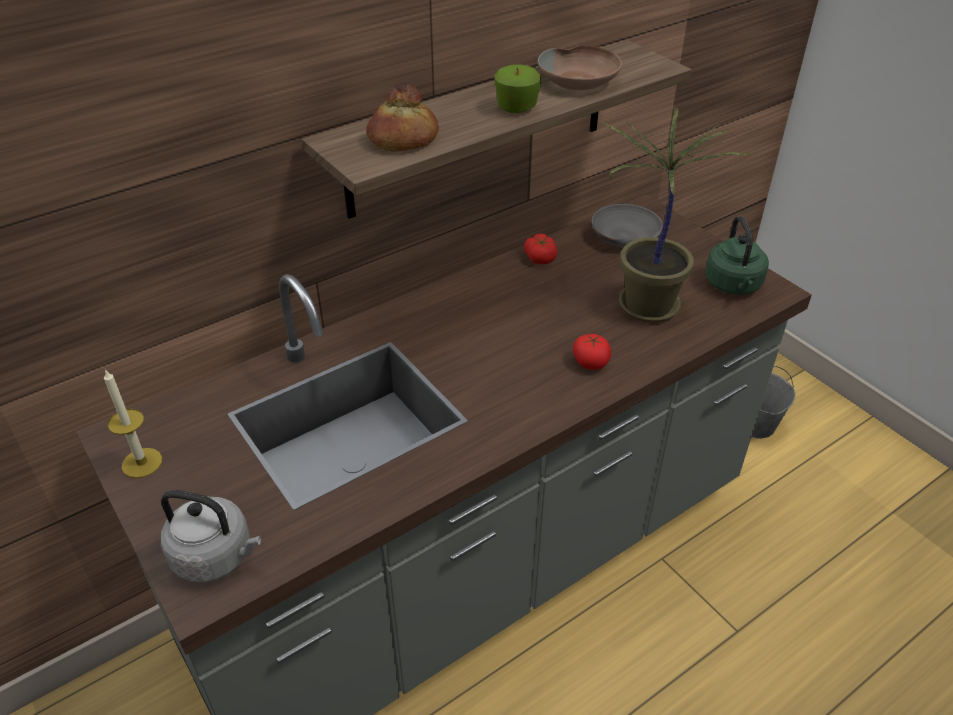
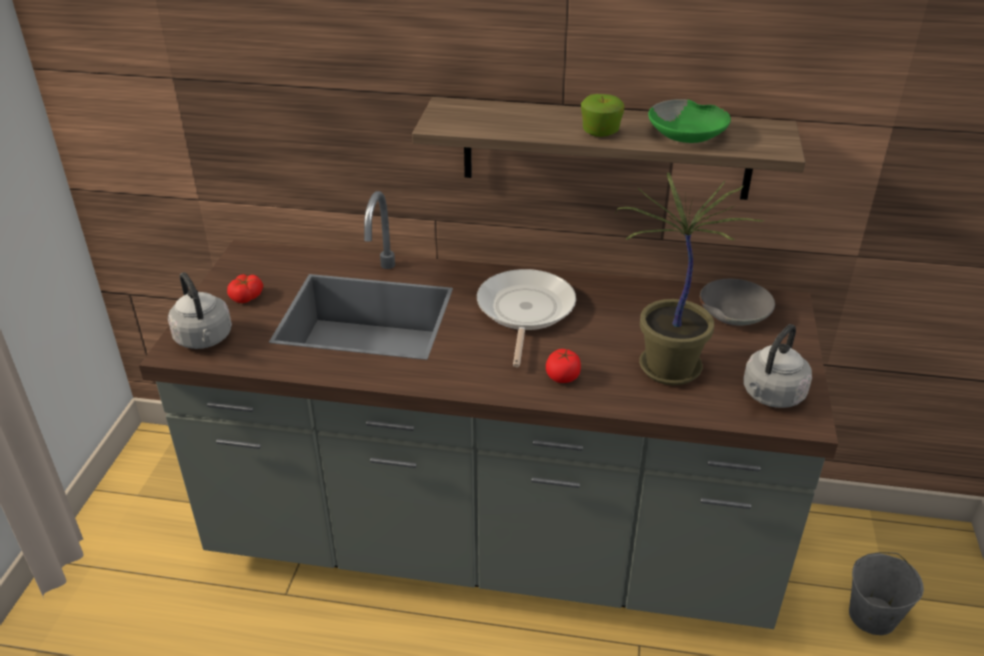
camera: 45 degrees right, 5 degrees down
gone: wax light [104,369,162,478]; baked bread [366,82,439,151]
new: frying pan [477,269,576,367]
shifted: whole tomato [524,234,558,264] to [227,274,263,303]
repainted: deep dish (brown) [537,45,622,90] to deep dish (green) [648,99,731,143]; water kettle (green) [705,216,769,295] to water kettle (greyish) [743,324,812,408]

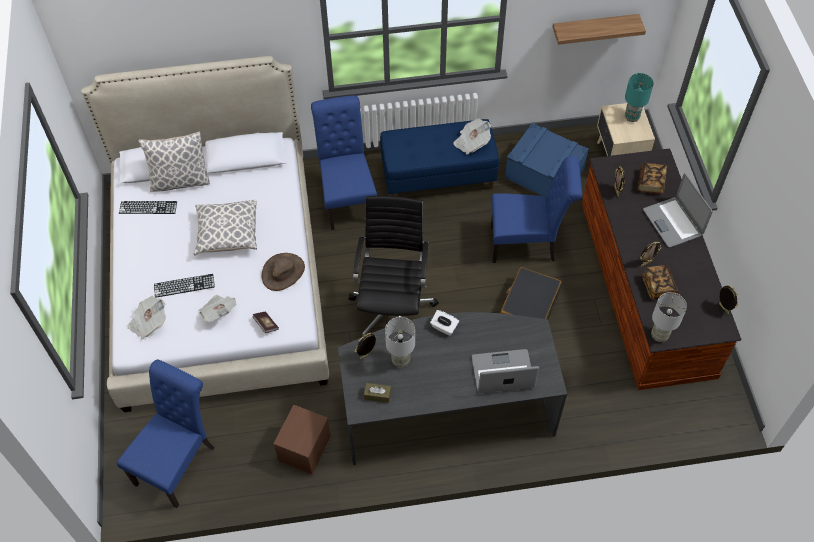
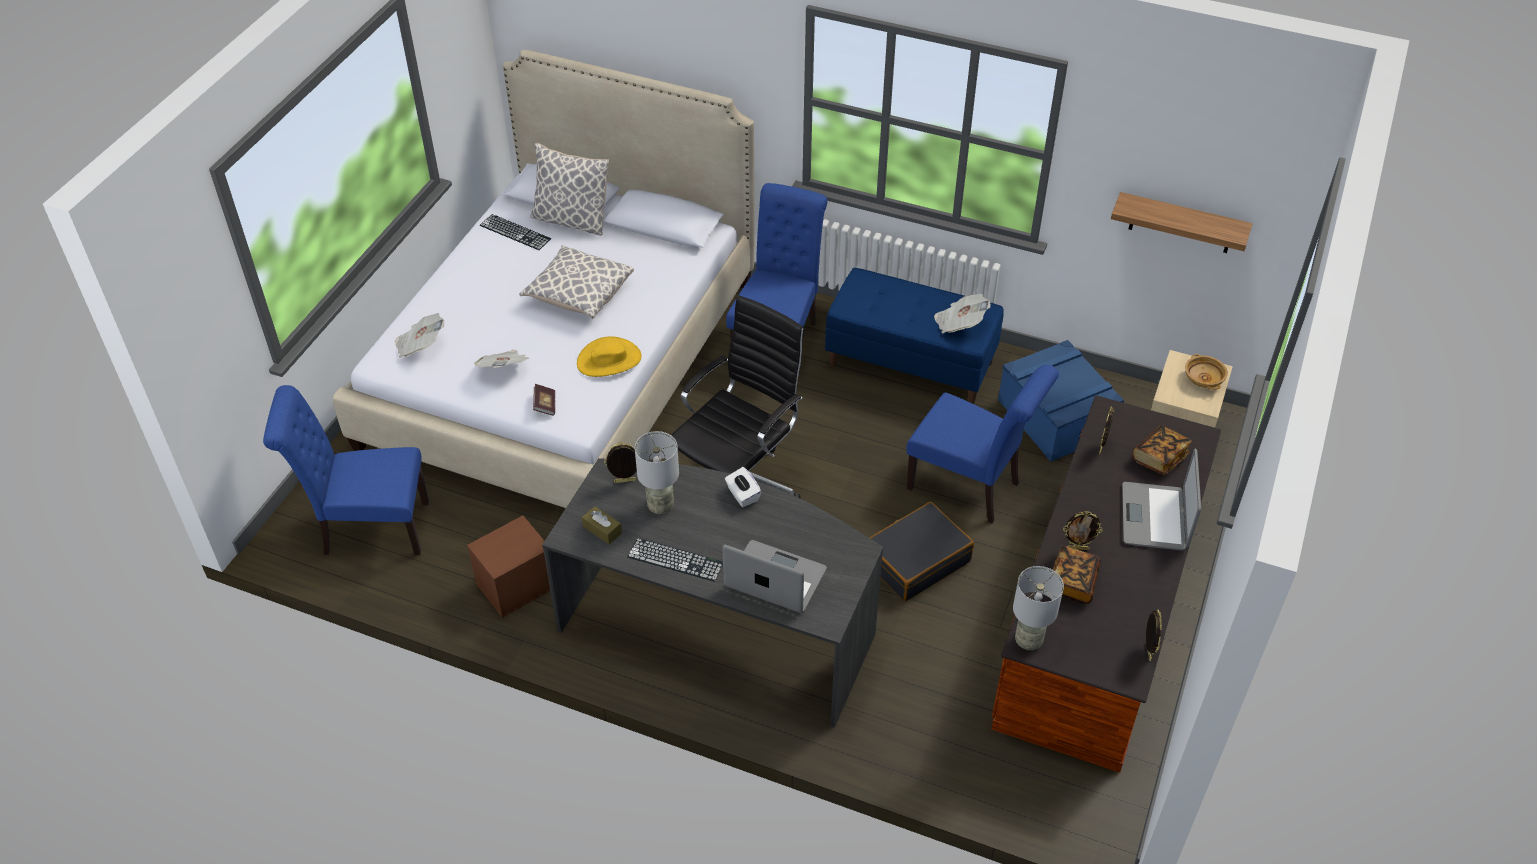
camera: 30 degrees right, 10 degrees down
shifted: PC keyboard [154,274,215,298] to [627,538,723,582]
swapped: table lamp (blue-green) [625,73,654,122] to deep dish (beige) [1185,354,1228,390]
repainted: wearable hat (brown) [261,253,305,291] to wearable hat (yellowish) [577,336,642,377]
rotated: upright chair (blue) [117,360,214,508] = [263,385,429,555] 150 degrees counterclockwise

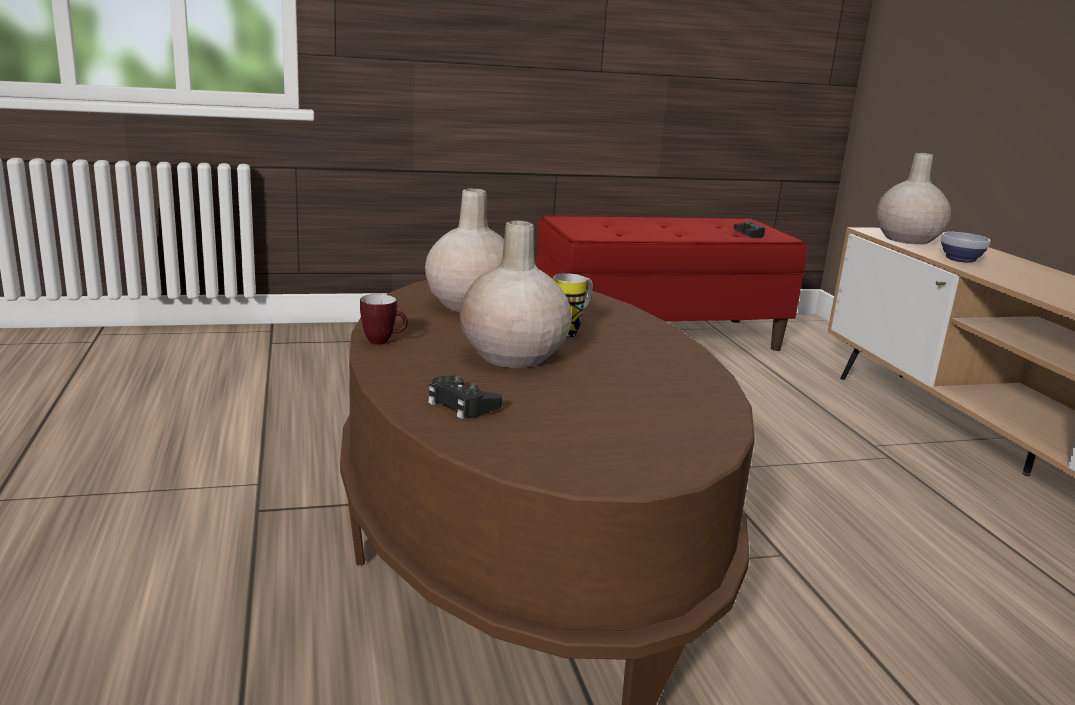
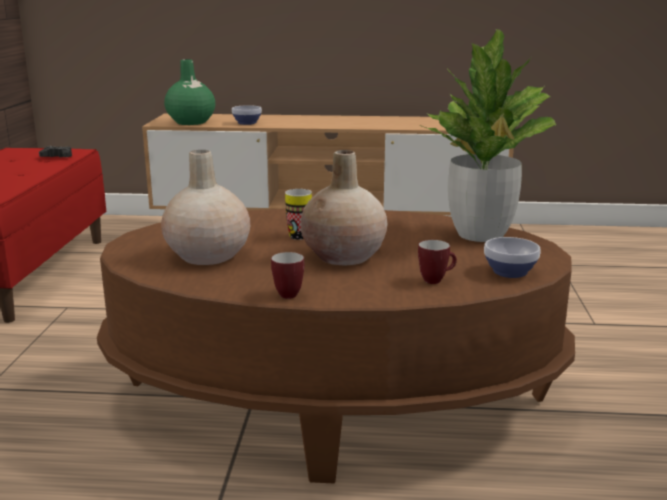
camera: 70 degrees left, 0 degrees up
new: potted plant [420,29,557,242]; deep dish [484,237,541,278]
swapped: gamepad (blackish) [428,376,502,419] to mug [418,240,457,284]
repainted: decorative vase (beige) [876,153,951,244] to decorative vase (green) [164,59,215,125]

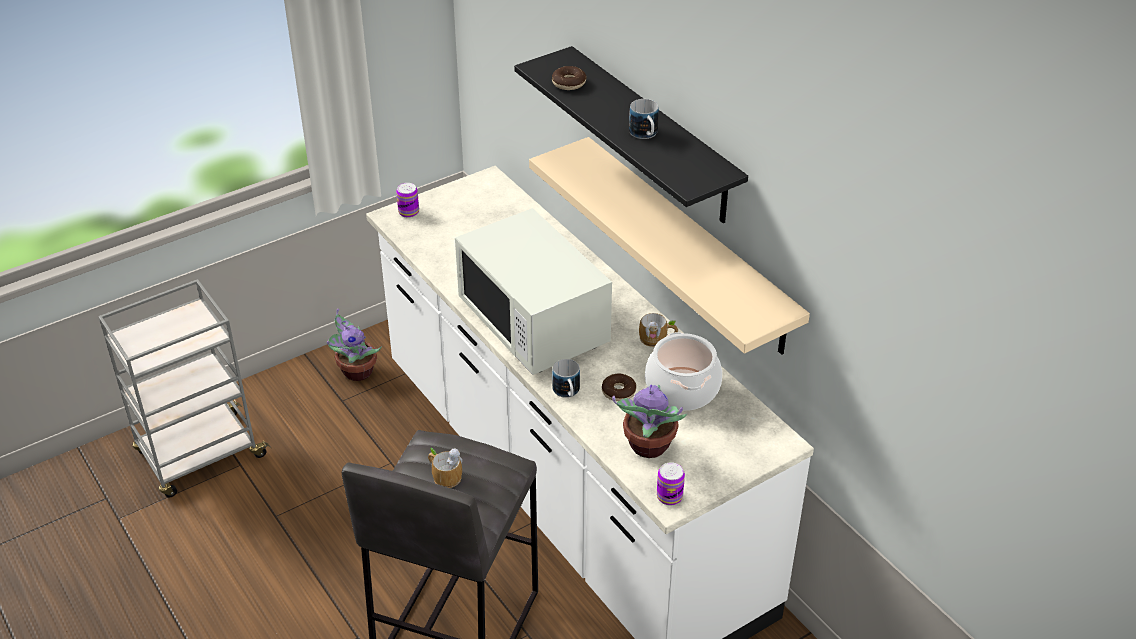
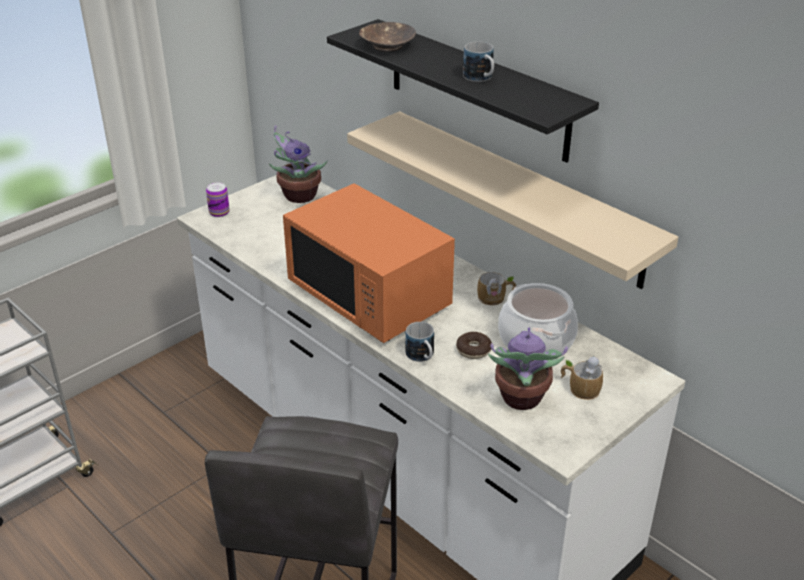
camera: 10 degrees left, 5 degrees down
gone: metal can [657,462,685,505]
shifted: potted plant [327,308,382,381] to [269,125,328,203]; mug [428,448,462,488] to [561,356,603,400]
swapped: doughnut [552,66,586,90] to deep dish (brown) [359,22,416,52]
repainted: microwave (whitish) [455,208,612,375] to microwave (orange) [283,183,455,343]

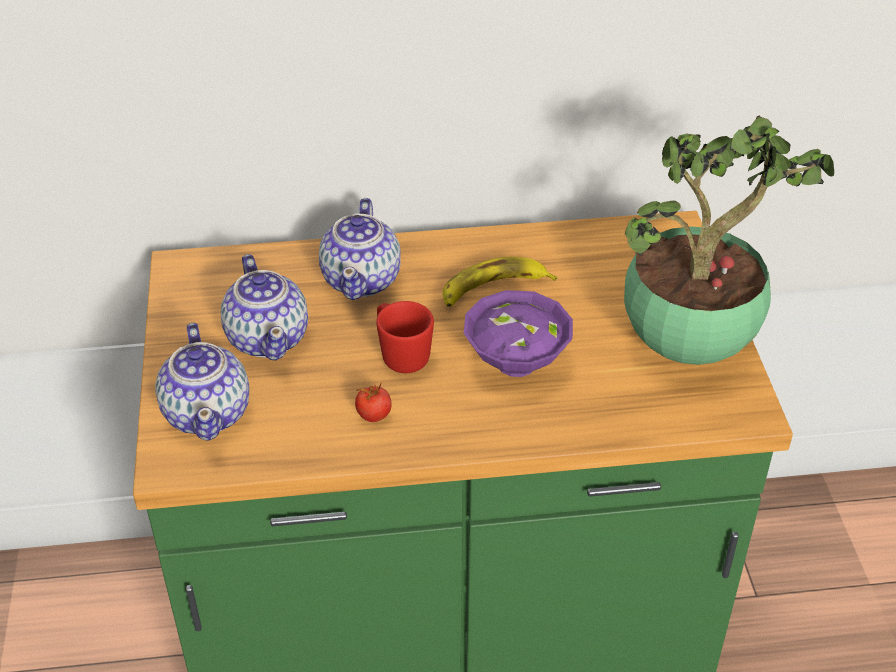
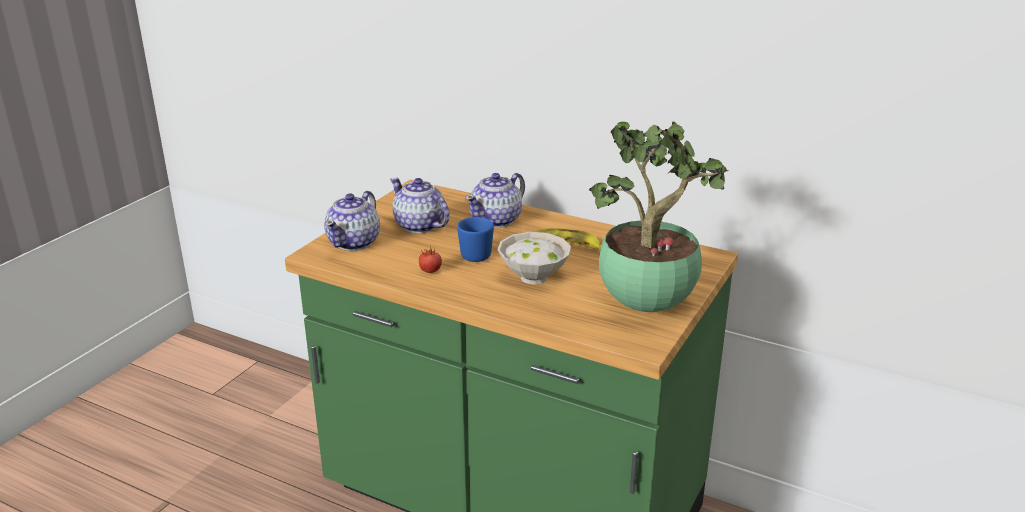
camera: 35 degrees right, 15 degrees down
repainted: mug (reddish) [376,301,434,373] to mug (blue) [457,217,494,262]; deep dish (purple-coloured) [464,290,573,377] to deep dish (whitish) [497,232,571,285]
rotated: teapot [221,254,308,360] = [390,178,450,233] 120 degrees clockwise

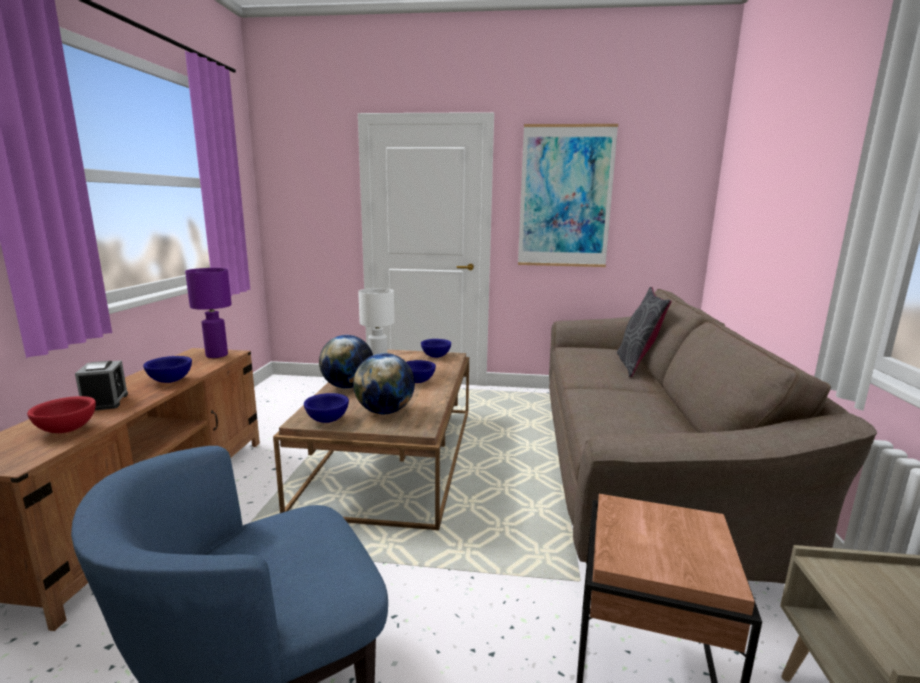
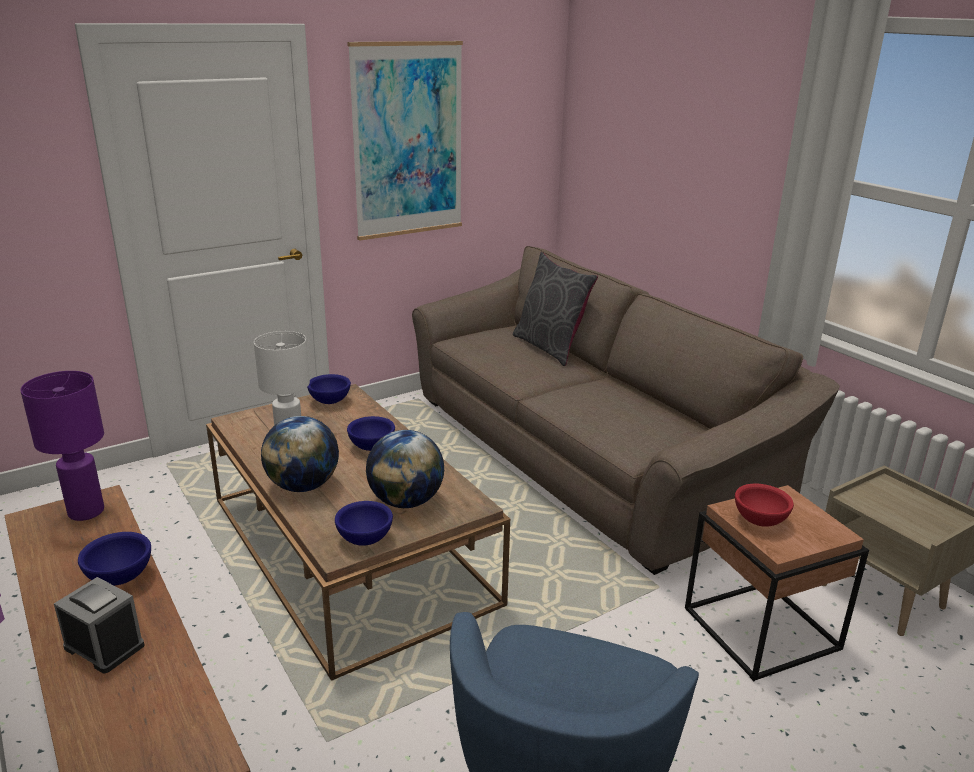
camera: 40 degrees left, 10 degrees up
shifted: deep dish (reddish) [27,396,96,433] to [735,484,794,527]

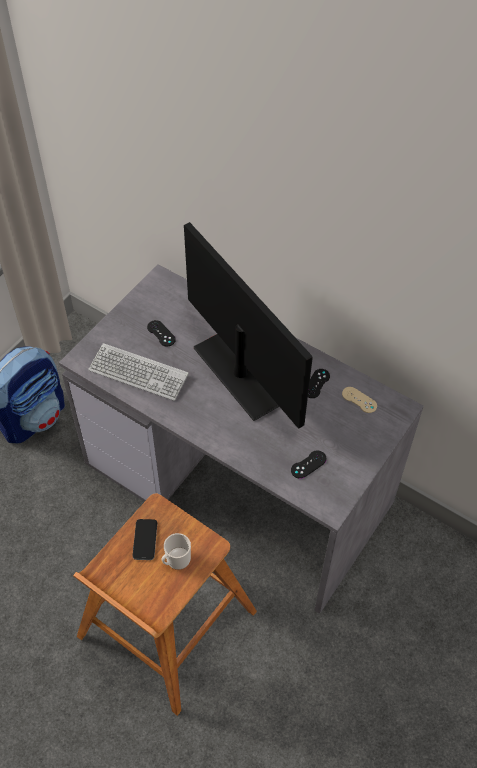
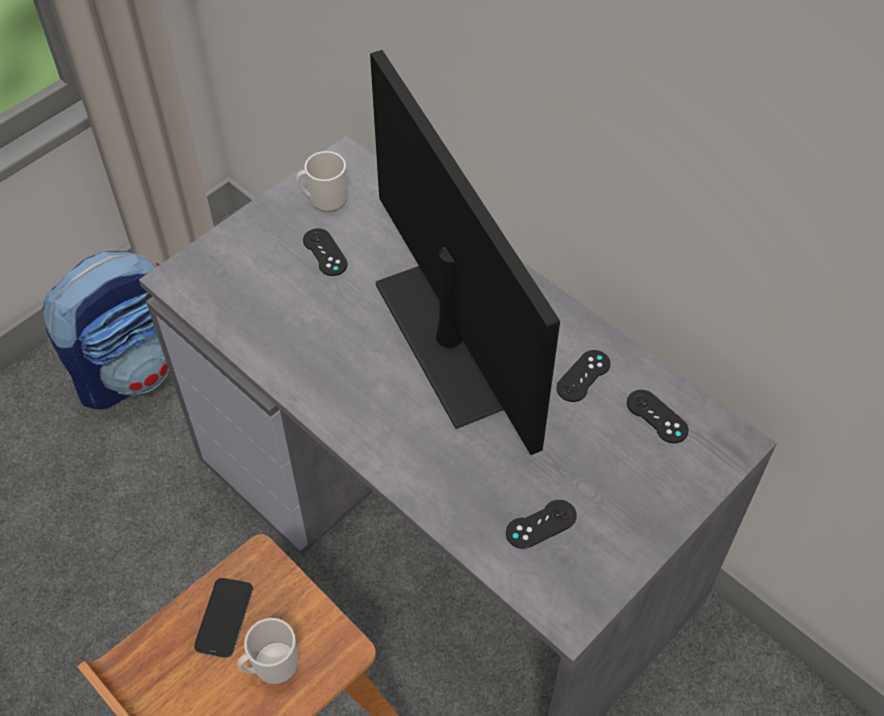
camera: 10 degrees right, 0 degrees up
gone: PC keyboard [88,343,189,401]
new: mug [296,151,347,212]
repainted: gamepad (beige) [342,387,377,413] to gamepad (blackish) [627,390,689,443]

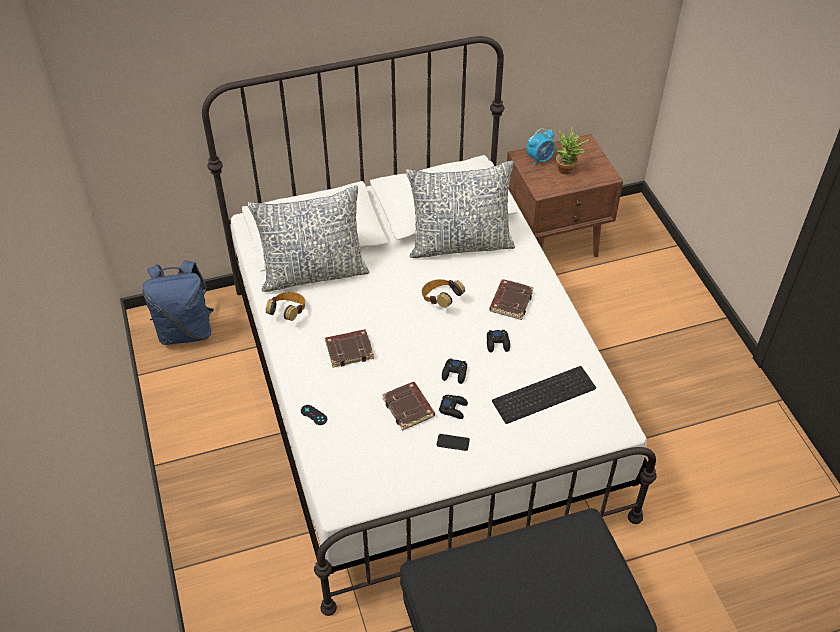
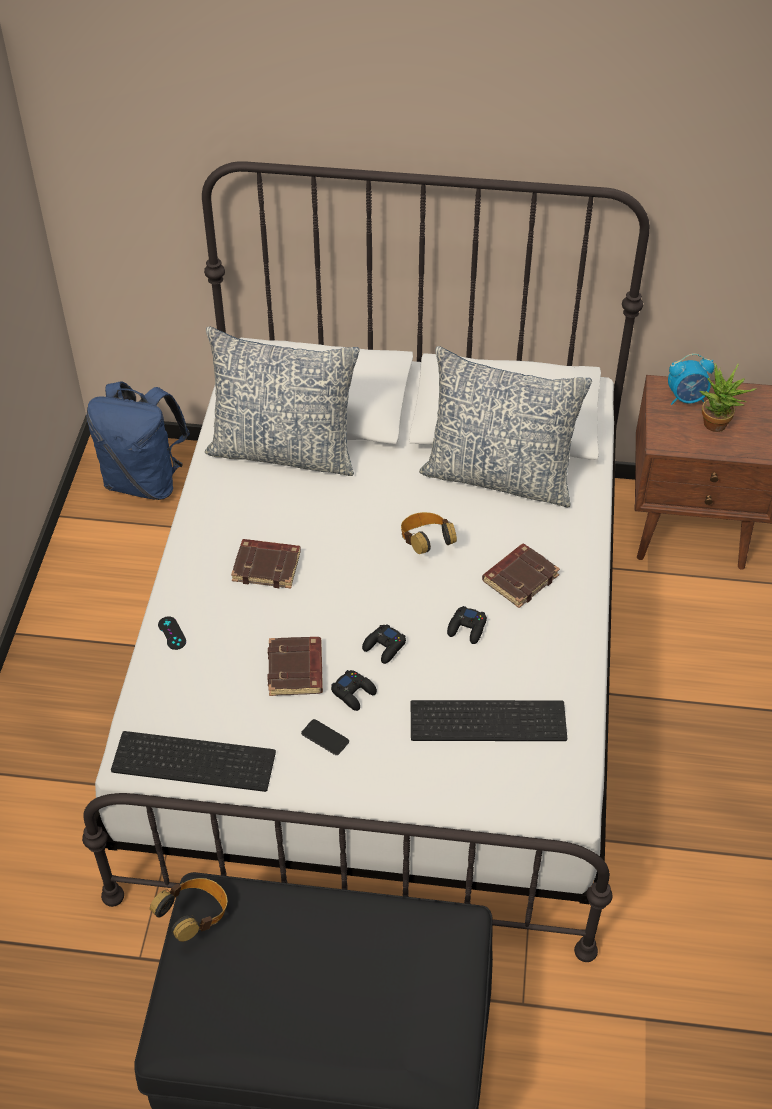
camera: 25 degrees right, 0 degrees up
new: PC keyboard [111,731,276,792]
shifted: headphones [266,292,305,321] to [150,878,228,942]

